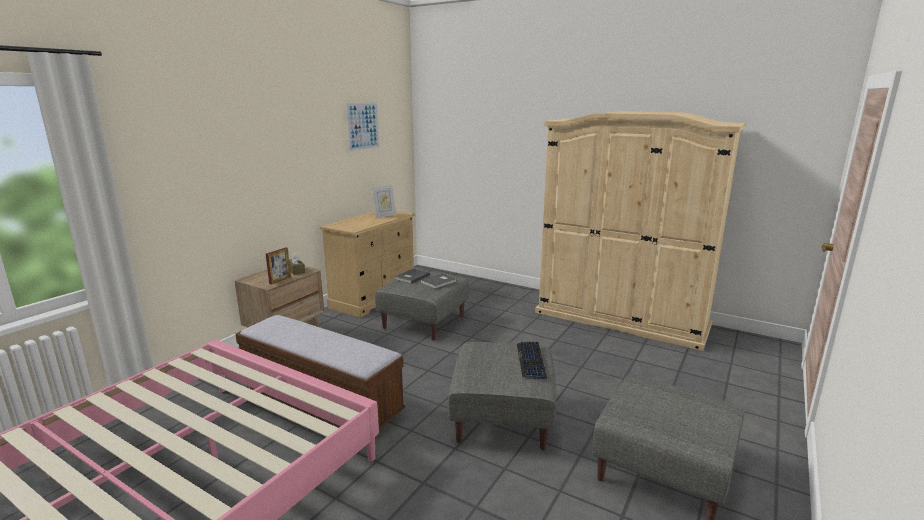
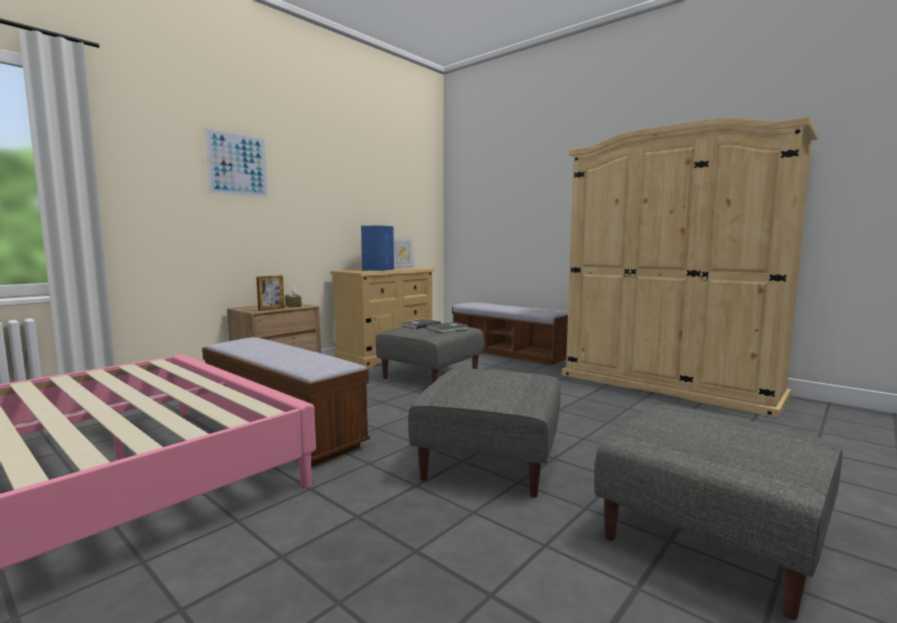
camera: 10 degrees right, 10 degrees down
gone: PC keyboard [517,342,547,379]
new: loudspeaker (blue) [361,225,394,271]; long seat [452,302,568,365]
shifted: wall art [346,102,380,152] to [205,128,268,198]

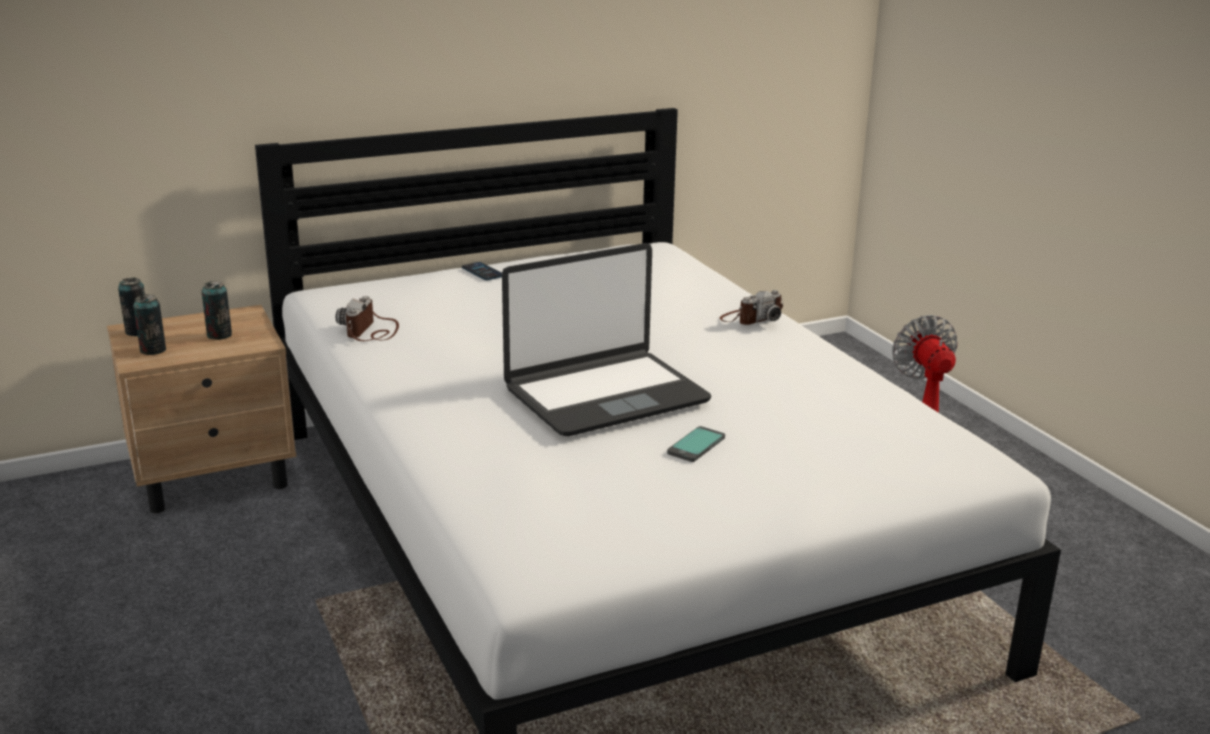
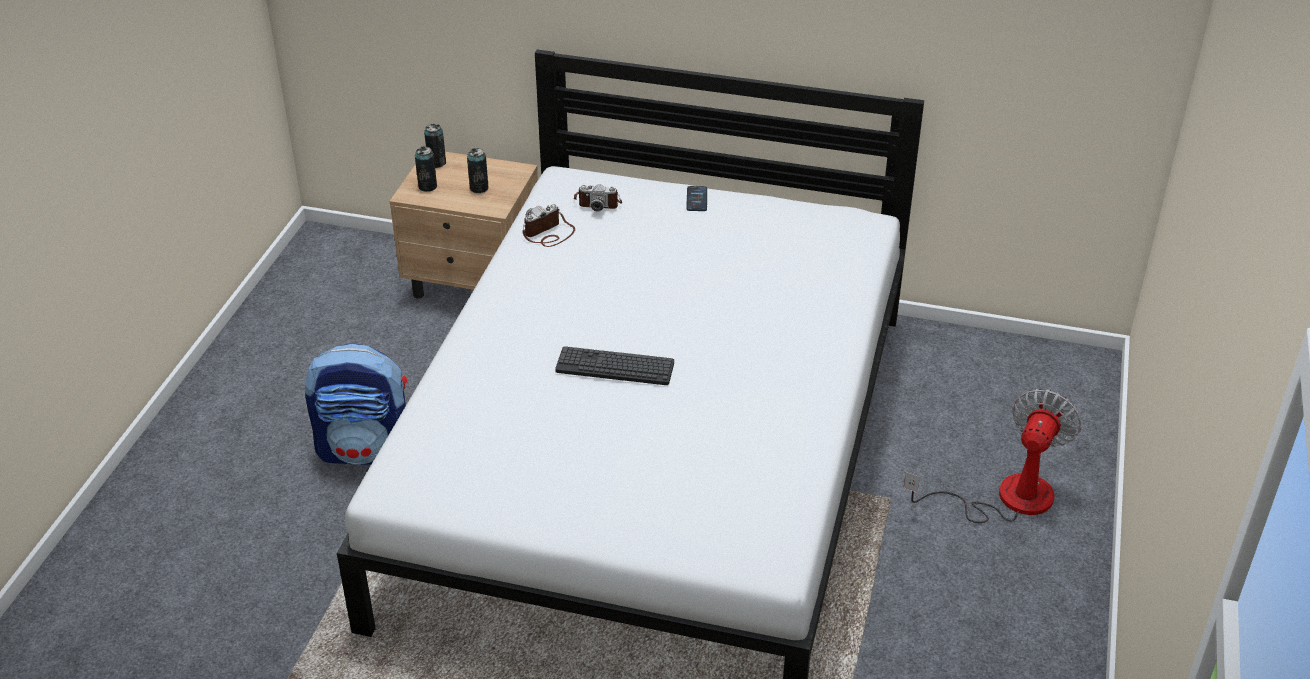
camera: 40 degrees right, 15 degrees up
gone: phone [667,426,725,462]
new: backpack [305,343,407,465]
shifted: photo camera [720,290,783,325] to [574,184,622,212]
swapped: laptop [502,243,711,436] to PC keyboard [555,346,674,385]

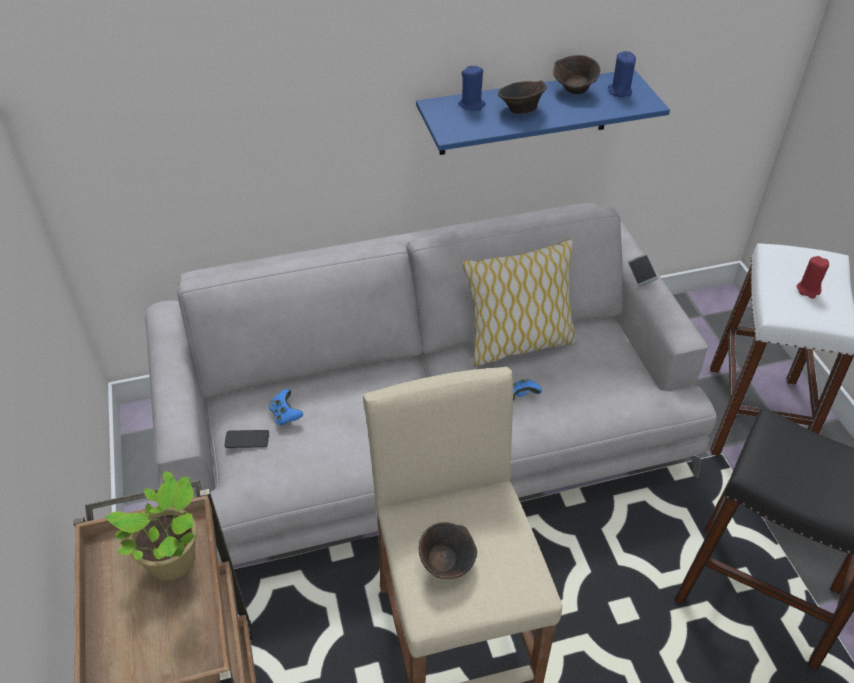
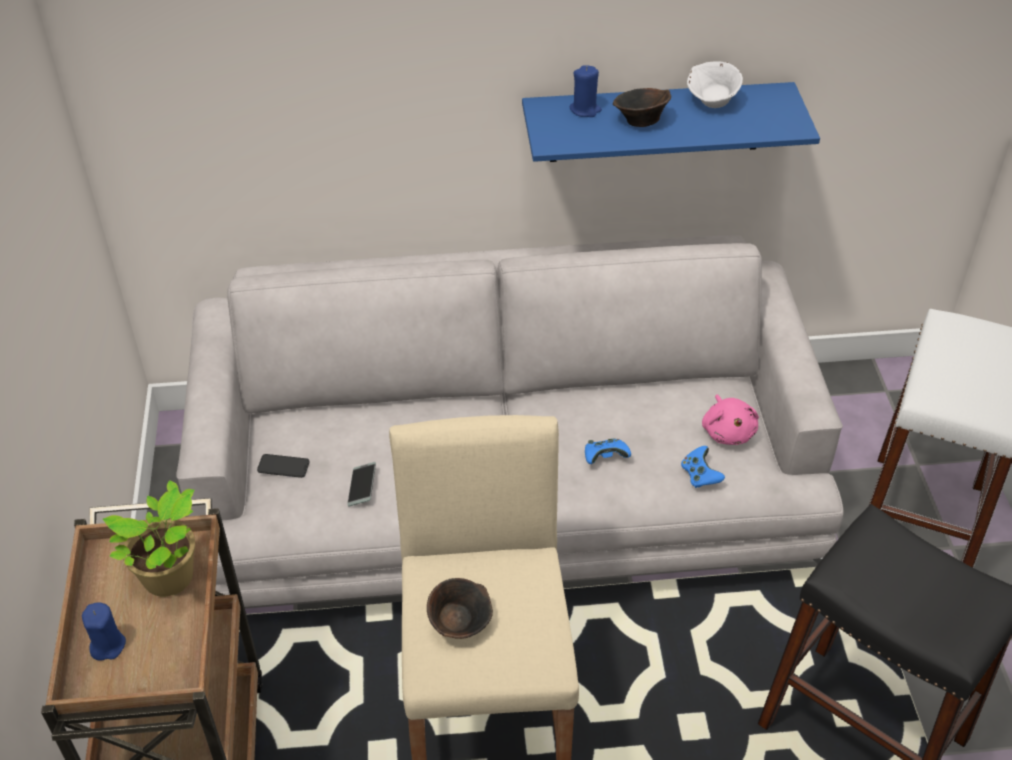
camera: 10 degrees right, 0 degrees up
gone: pillow [462,238,577,367]; wax light (reddish) [797,256,829,299]
new: plush toy (pinkish) [702,394,759,445]
shifted: gamepad (blue) [269,389,303,426] to [681,446,725,488]; wax light (blue) [608,51,636,97] to [82,602,126,661]; phone [628,254,658,287] to [347,462,376,507]
repainted: deep dish (brown) [553,55,600,94] to deep dish (whitish) [687,61,743,108]

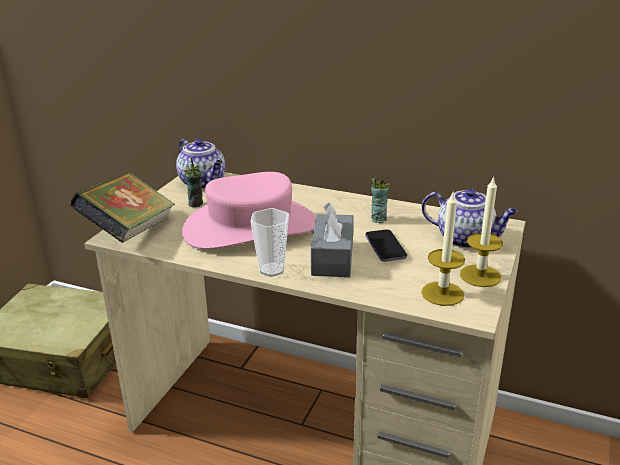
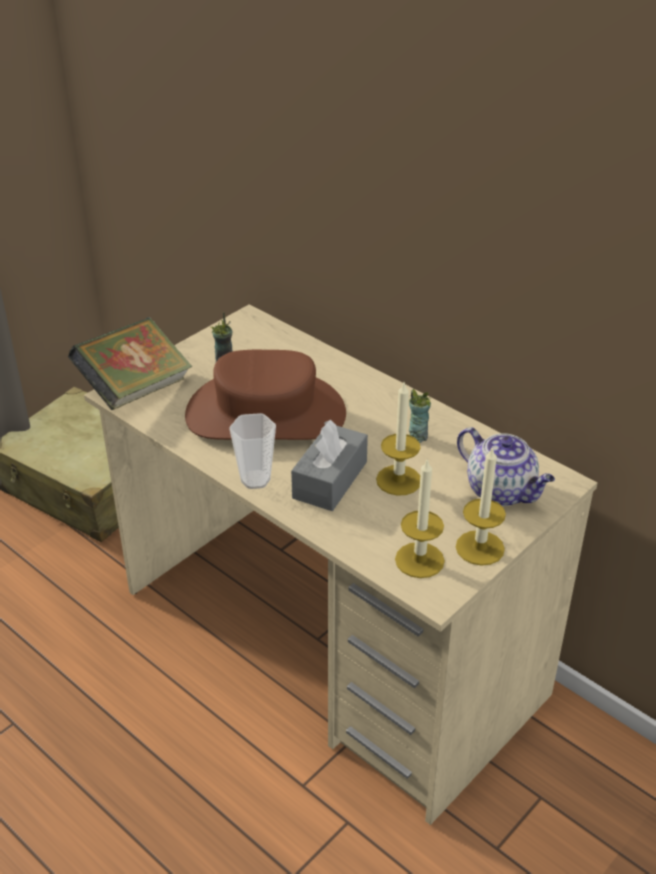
camera: 20 degrees right, 10 degrees up
gone: teapot [176,139,225,189]
swapped: phone [366,230,407,262] to wax light [376,383,421,496]
repainted: wearable hat (pinkish) [182,172,316,249] to wearable hat (brown) [185,349,346,440]

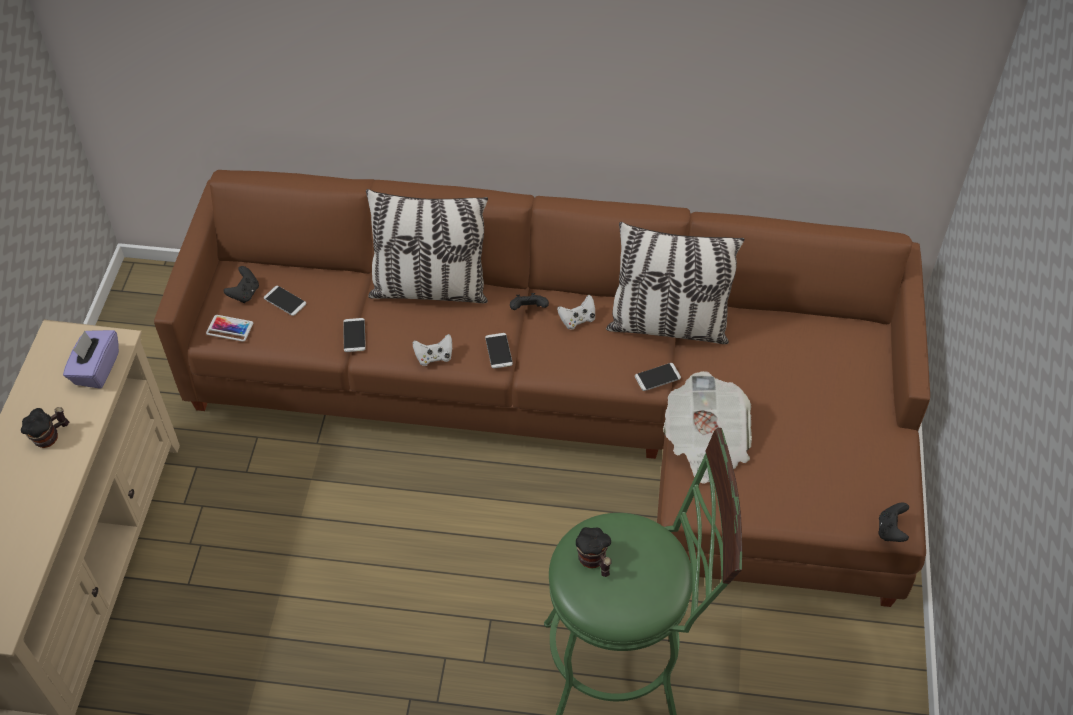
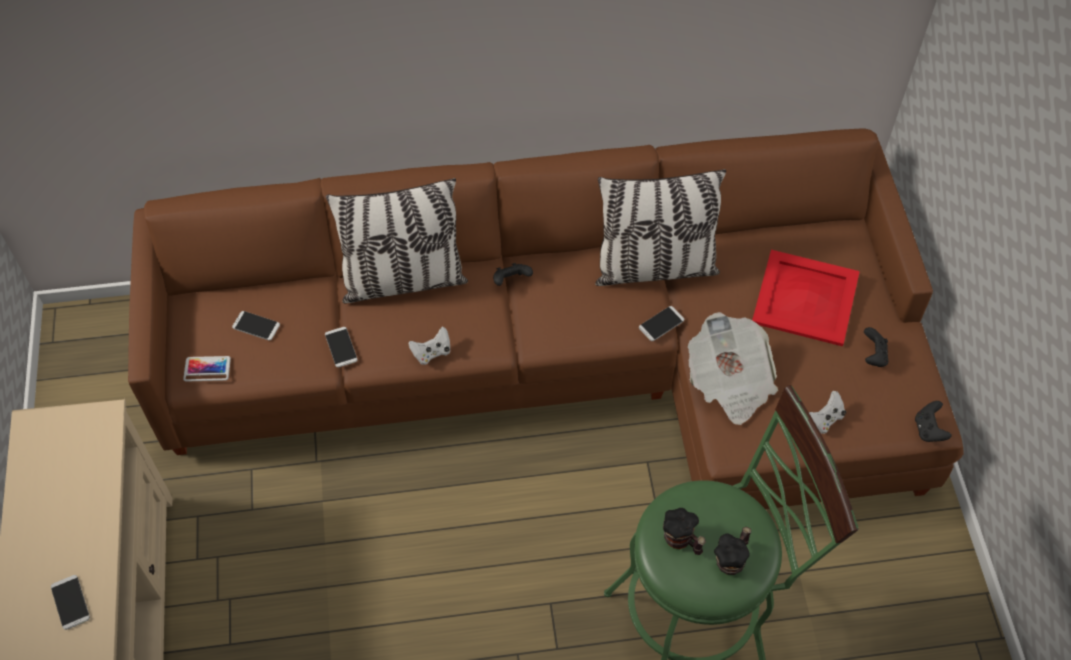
camera: 15 degrees left, 5 degrees up
gone: tissue box (purple-coloured) [63,330,119,389]
new: carrying tray (reddish) [752,250,860,346]
shifted: mug [21,407,69,448] to [714,527,751,575]; gamepad (blackish) [224,266,259,303] to [864,327,889,367]; phone [485,333,513,369] to [51,575,90,630]; gamepad (whitish) [557,295,595,329] to [809,391,846,434]

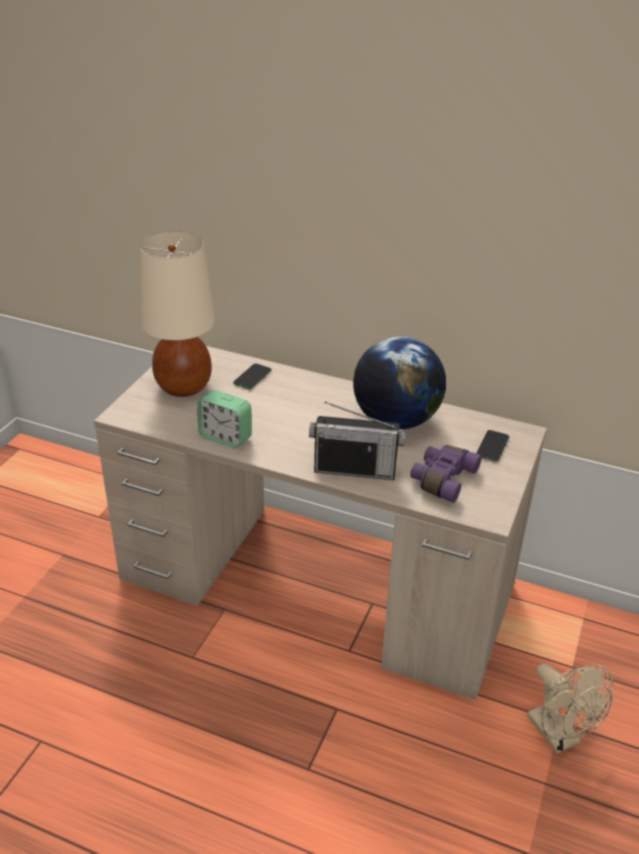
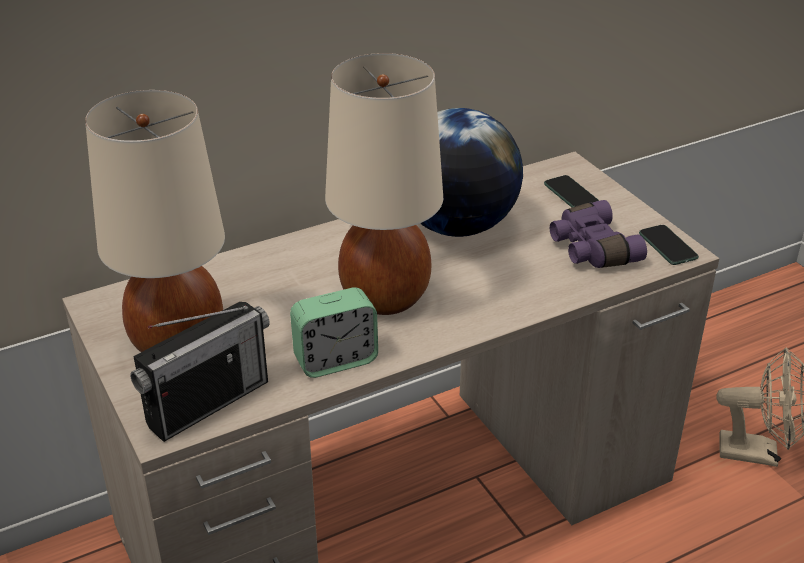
camera: 50 degrees left, 0 degrees up
new: table lamp (beige) [325,53,443,315]
shifted: phone [233,363,272,389] to [639,225,699,265]; radio receiver [309,402,405,480] to [130,302,270,442]

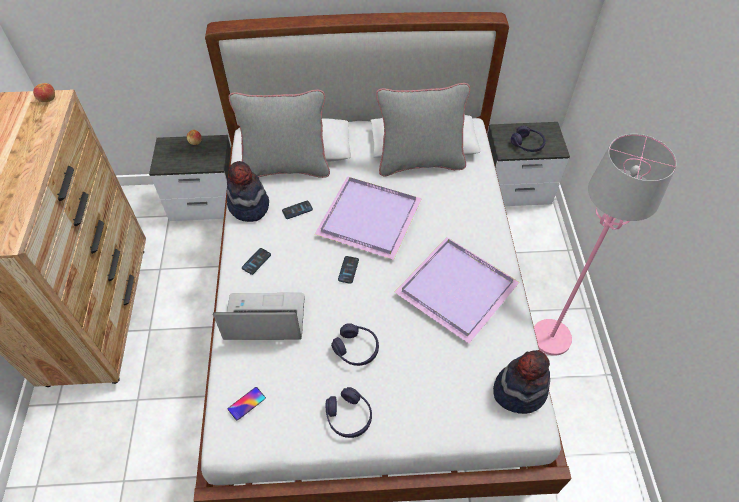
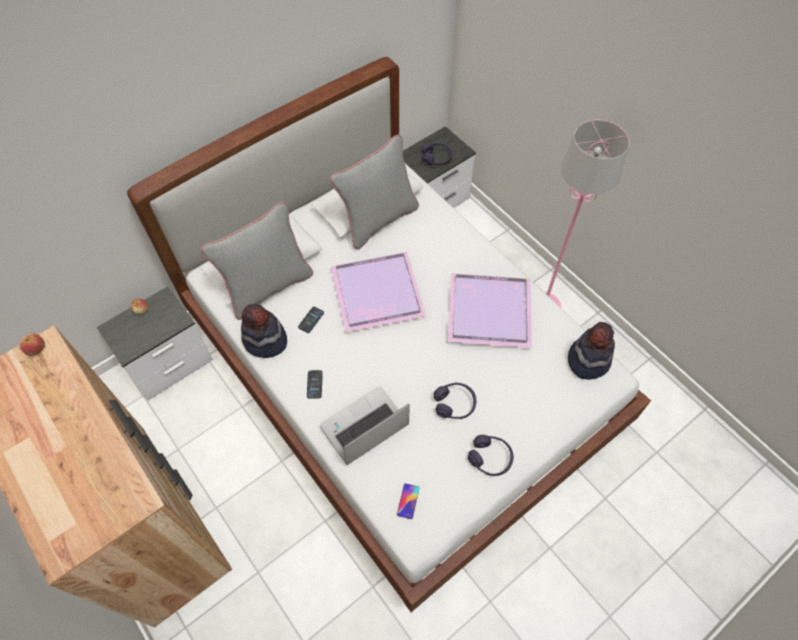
camera: 35 degrees left, 5 degrees up
gone: phone [338,256,359,284]

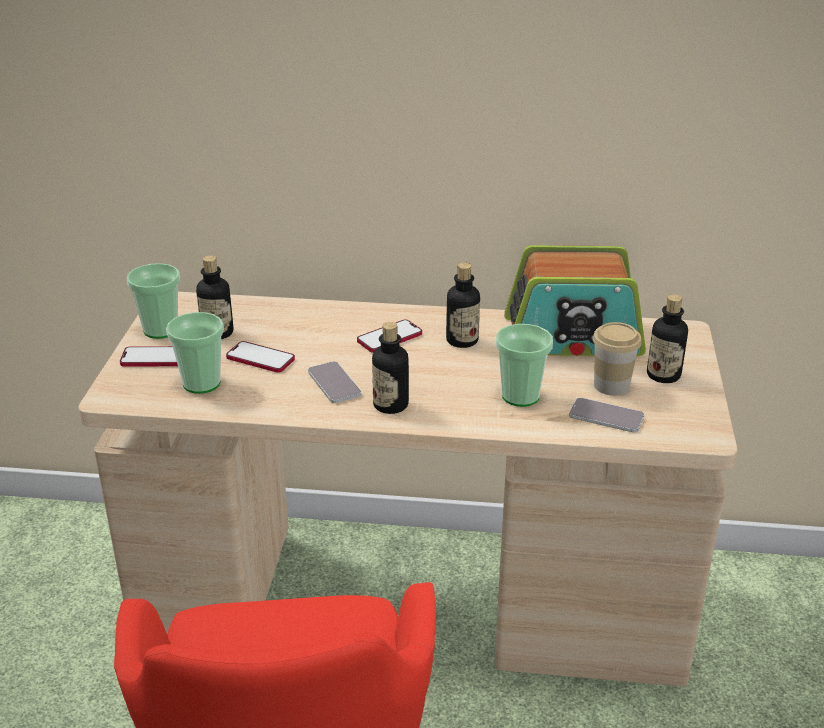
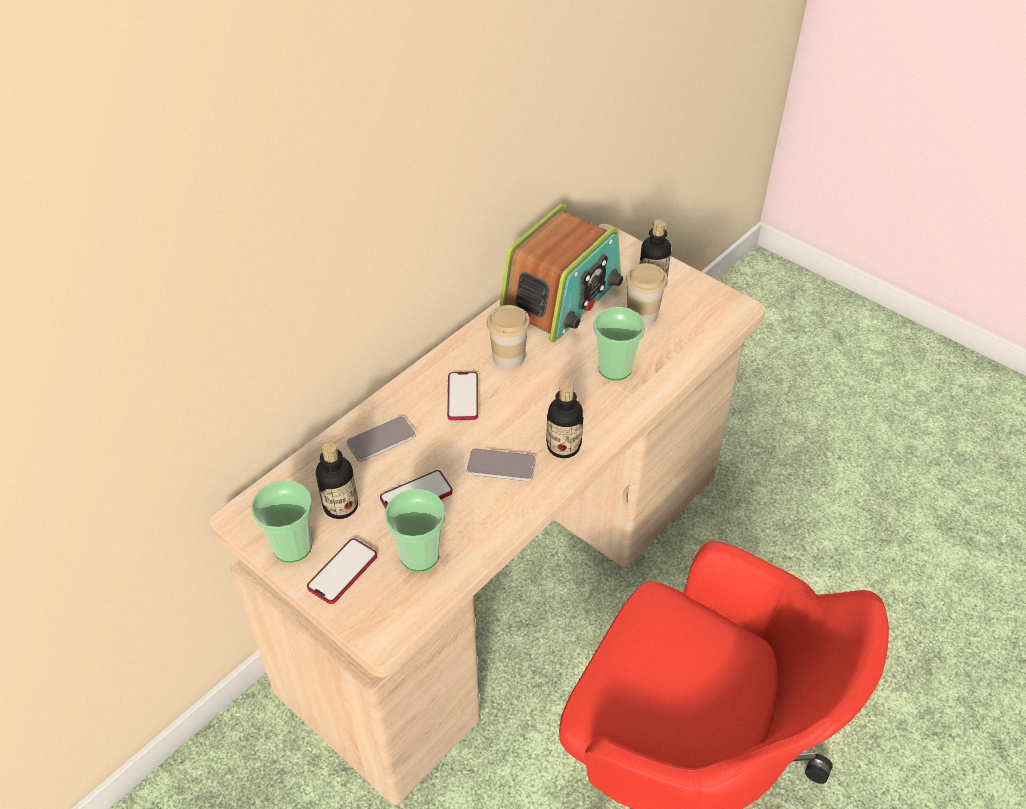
camera: 55 degrees left, 15 degrees up
shifted: phone [569,397,644,433] to [346,416,416,462]
swapped: beverage bottle [446,263,480,348] to drinking cup [487,305,530,369]

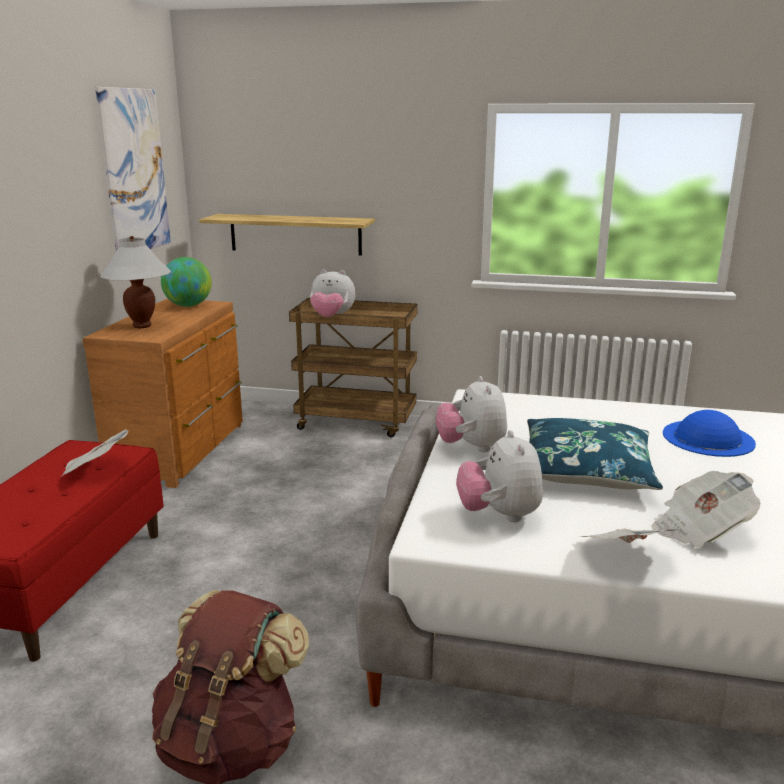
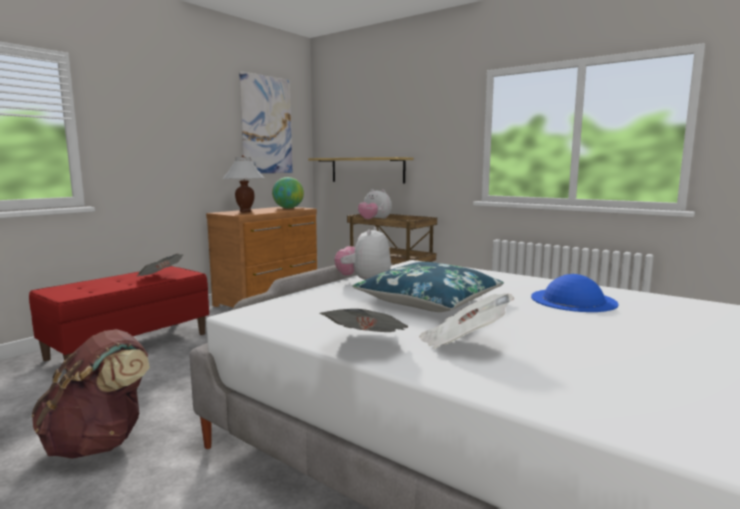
camera: 25 degrees right, 10 degrees down
gone: plush toy [456,430,543,522]

